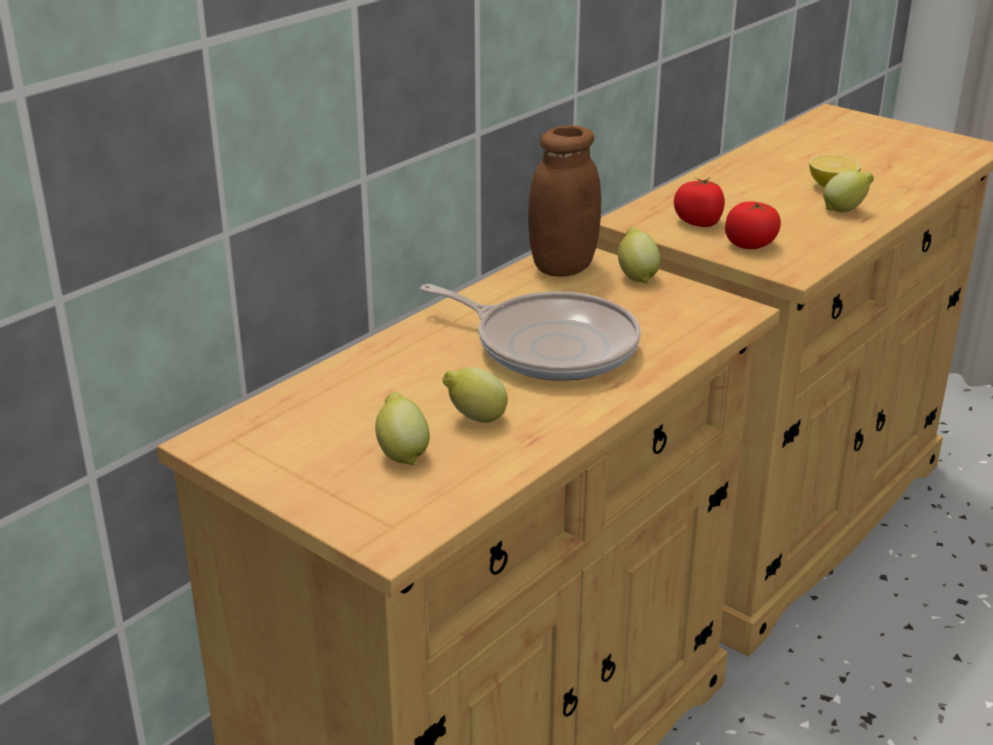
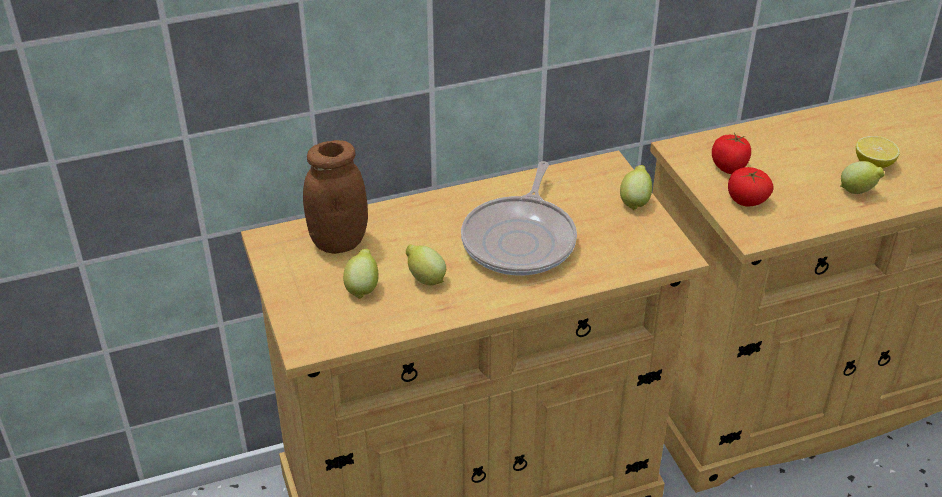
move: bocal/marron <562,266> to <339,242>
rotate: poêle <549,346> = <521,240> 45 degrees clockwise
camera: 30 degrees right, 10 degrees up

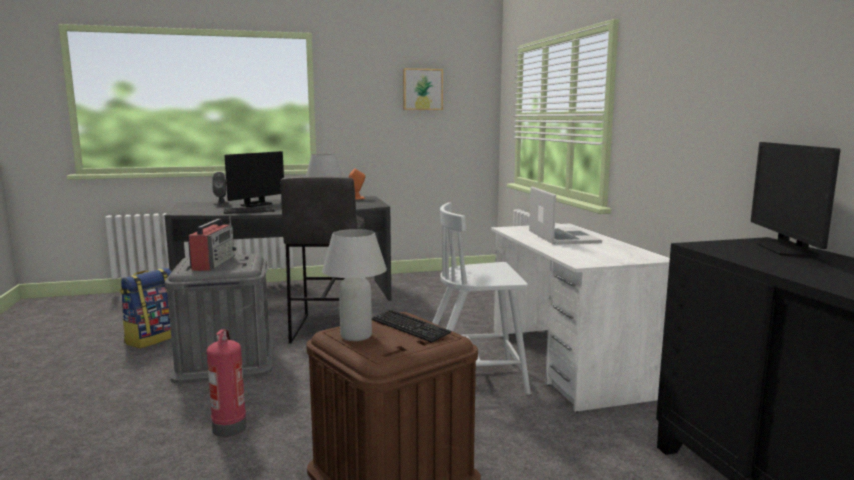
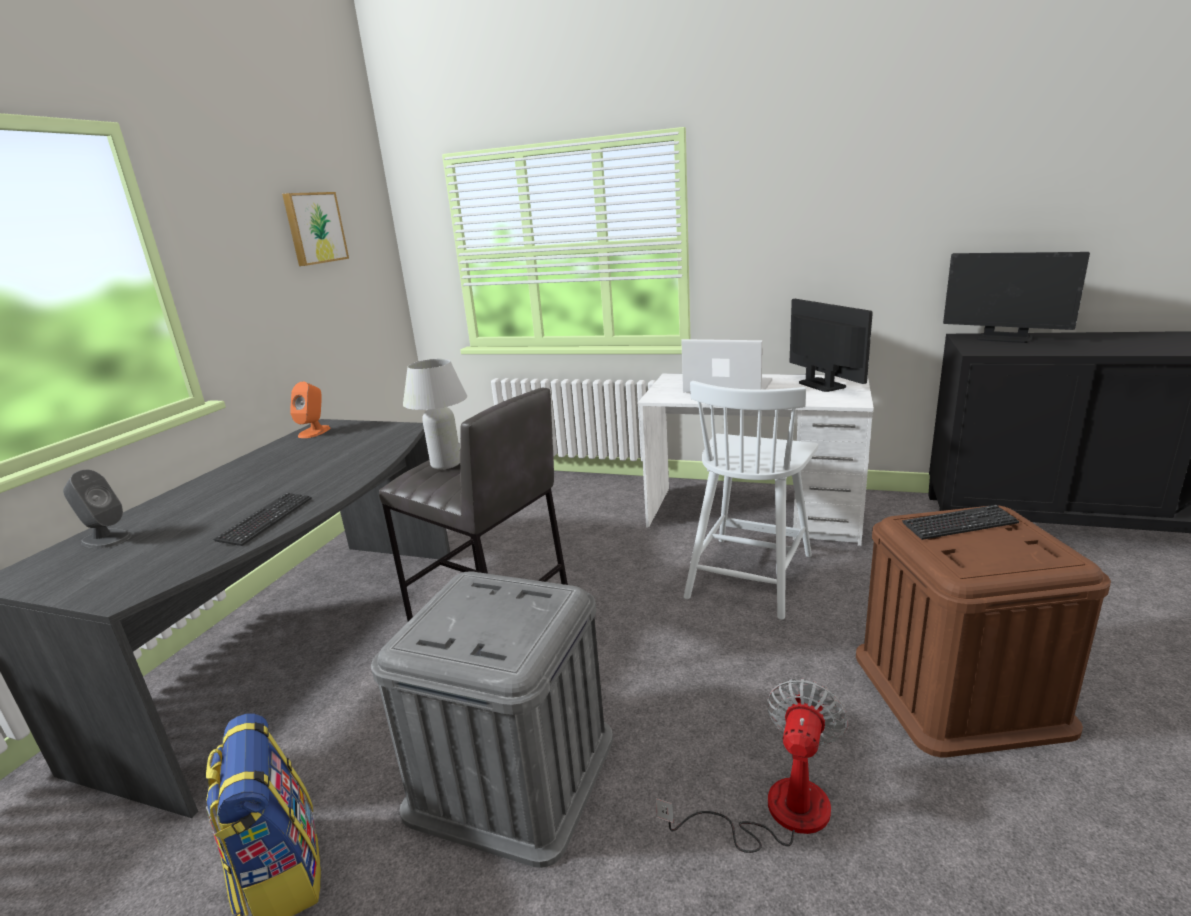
delete: radio <214,263>; lampe de table/blanc <356,336>
move: écran d'ordinateur <256,204> to <821,385>
replace: extincteur <229,427> to ventilateur <776,812>
camera: 55 degrees left, 10 degrees up

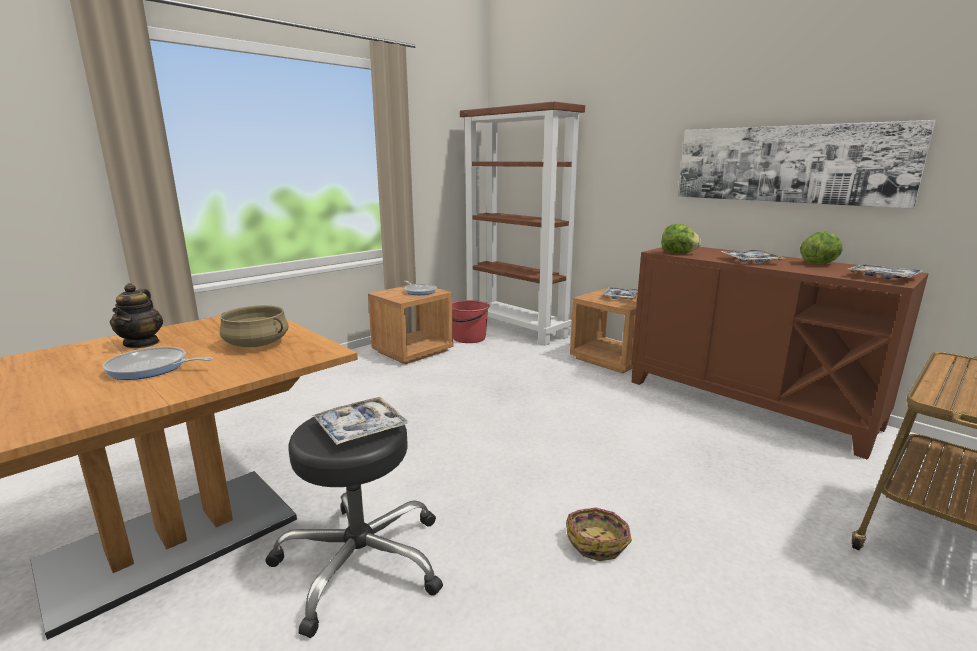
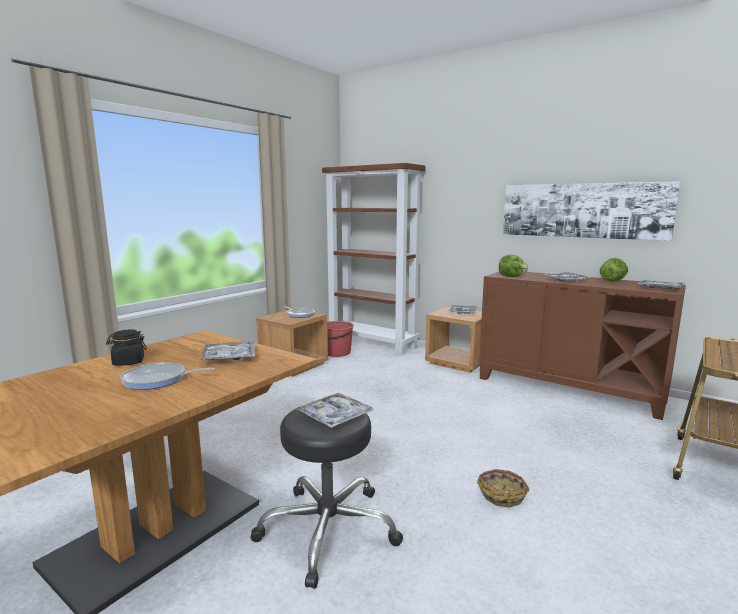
replace: théière <142,343> to bocal/noir <128,362>; marmite/beige <256,344> to plateau <229,357>
camera: 10 degrees left, 5 degrees down

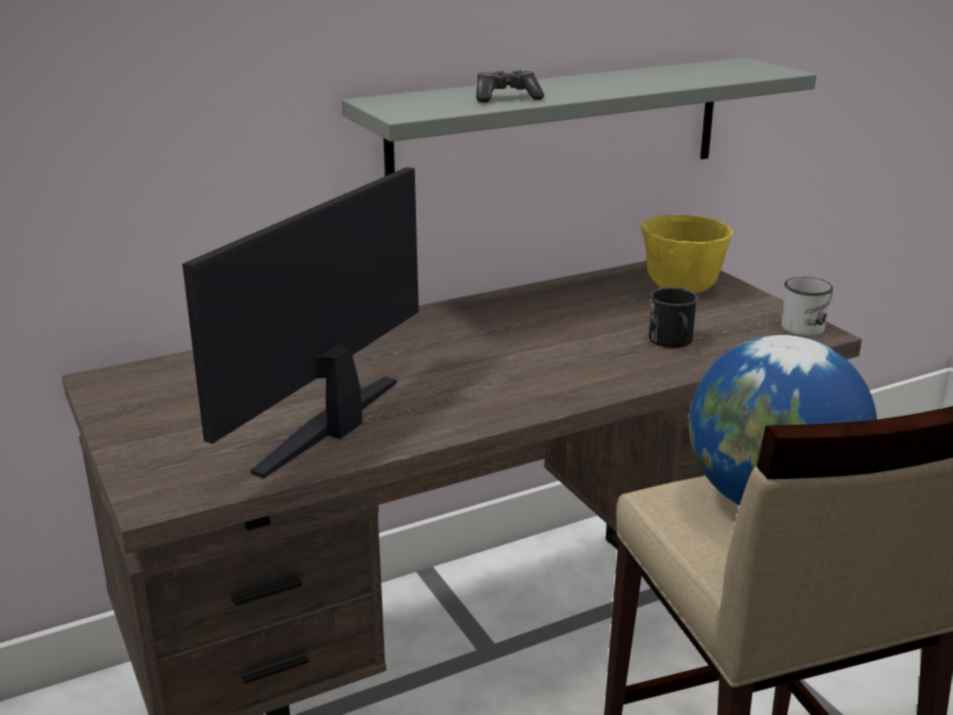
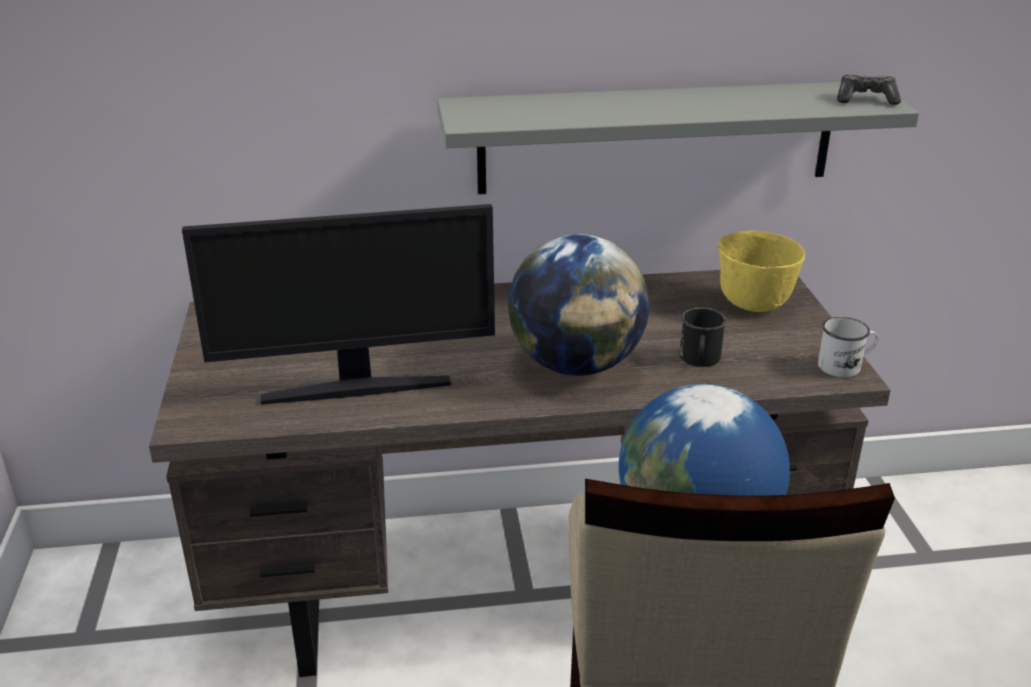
insert: globe <576,364>
move: manette <506,98> to <866,99>
rotate: écran d'ordinateur <335,426> = <356,387> 150 degrees counterclockwise
camera: 20 degrees right, 5 degrees up

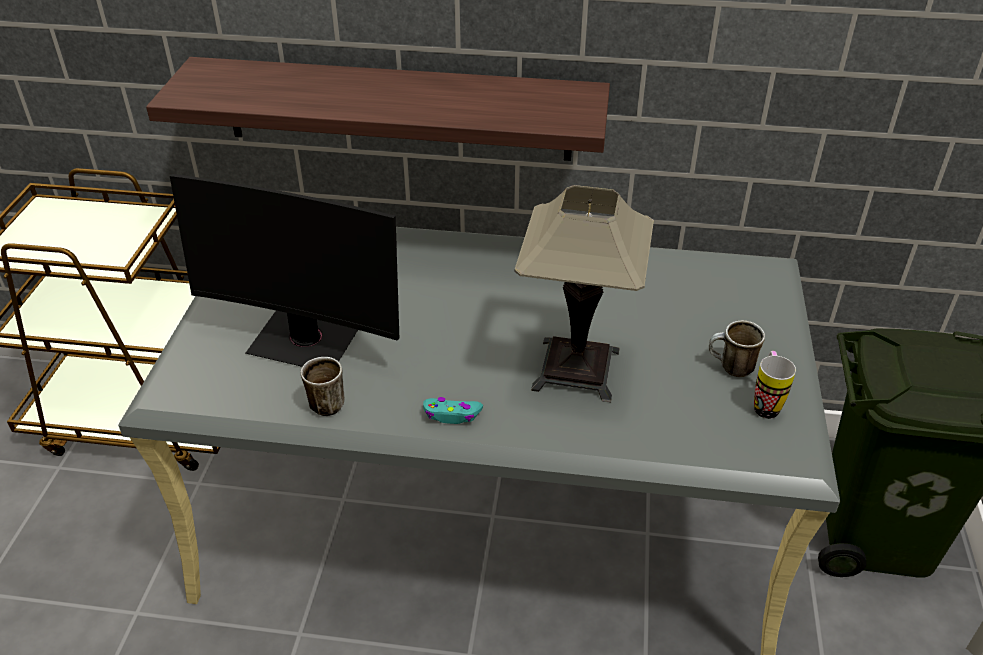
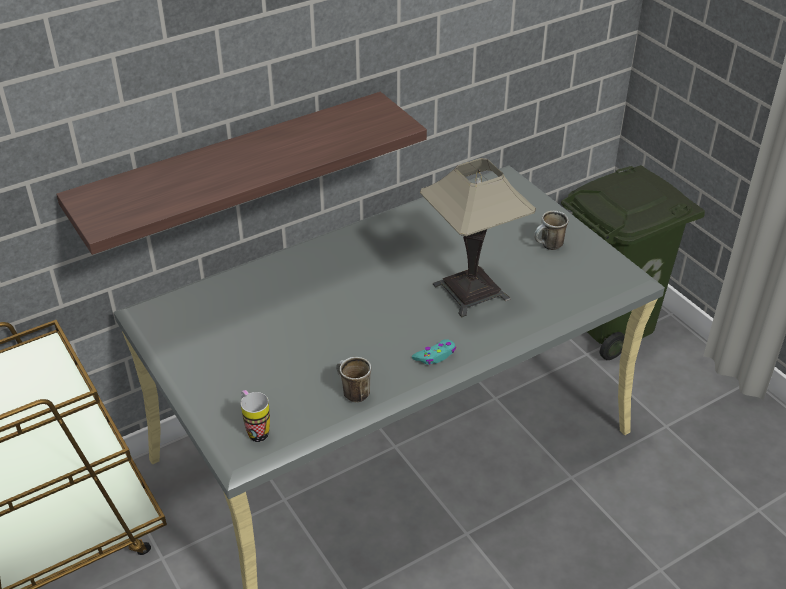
delete: écran d'ordinateur <305,341>
move: mug <765,404> to <255,430>
camera: 40 degrees left, 0 degrees up

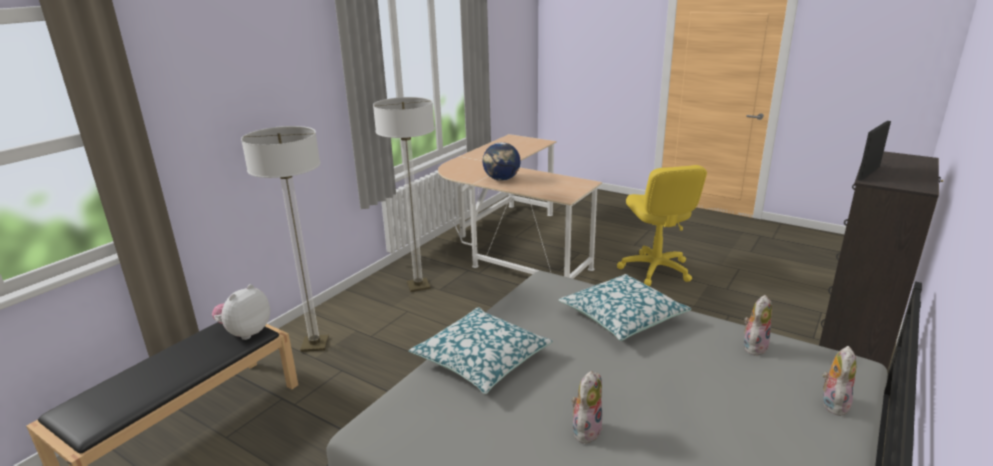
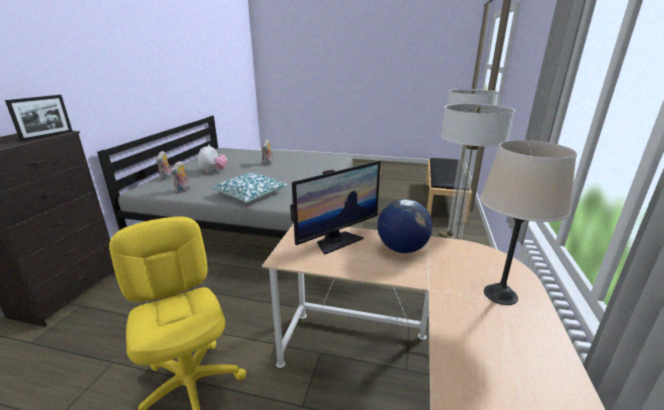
delete: coussin <482,359>
insert: écran d'ordinateur <336,241>; lampe de table/beige <500,295>
move: peluche <245,332> to <213,171>
camera: 160 degrees right, 0 degrees up

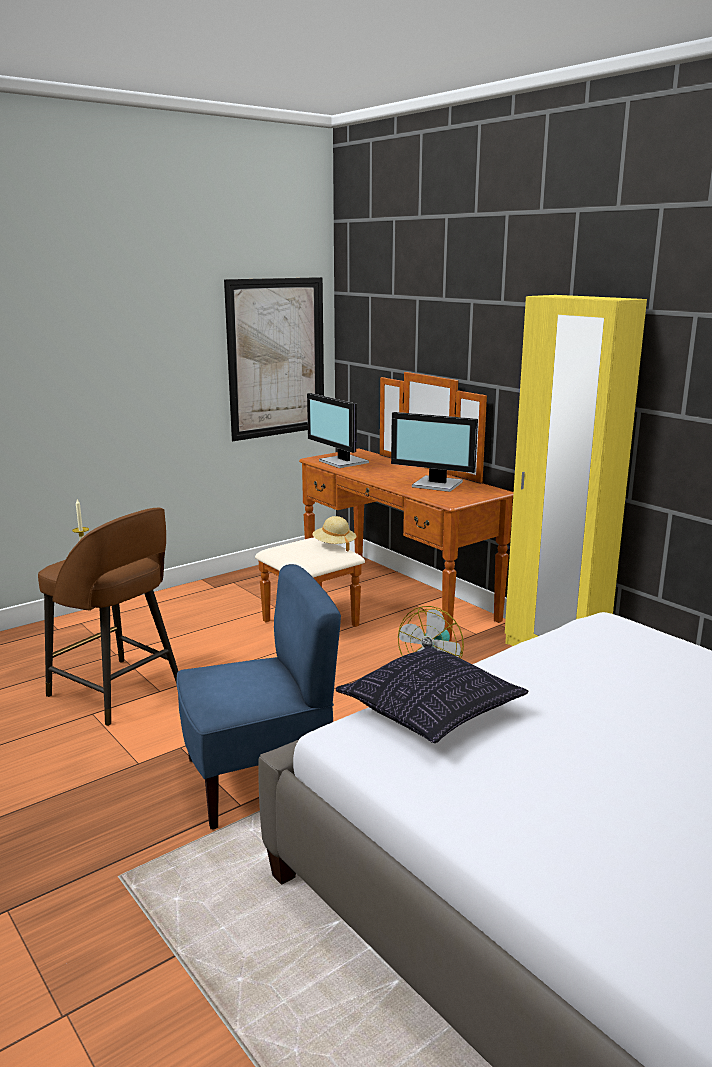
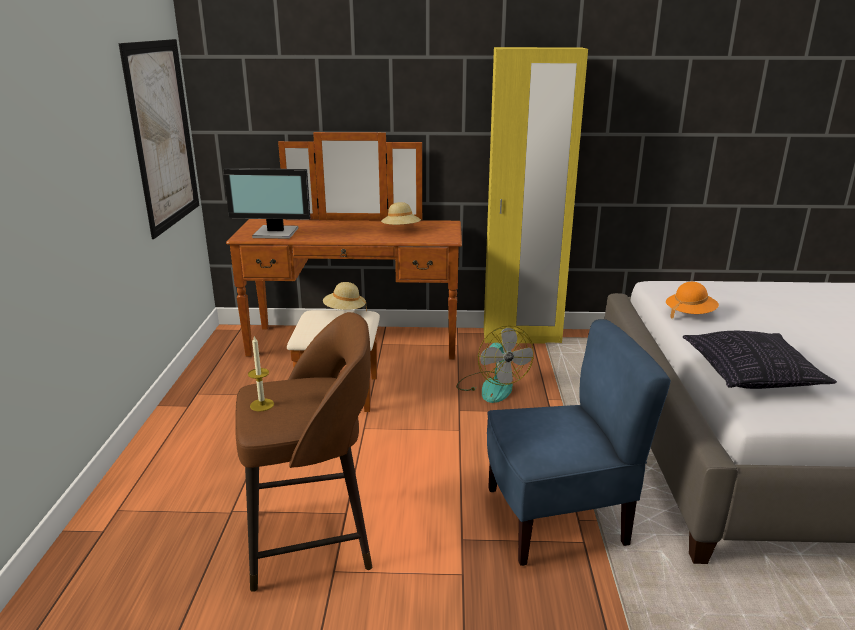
insert: chapeau/orange <689,314>
replace: écran d'ordinateur <437,485> to chapeau/beige <401,230>
rotate: chaise/bleu <258,780> = <556,518> 60 degrees clockwise
camera: 50 degrees left, 5 degrees up

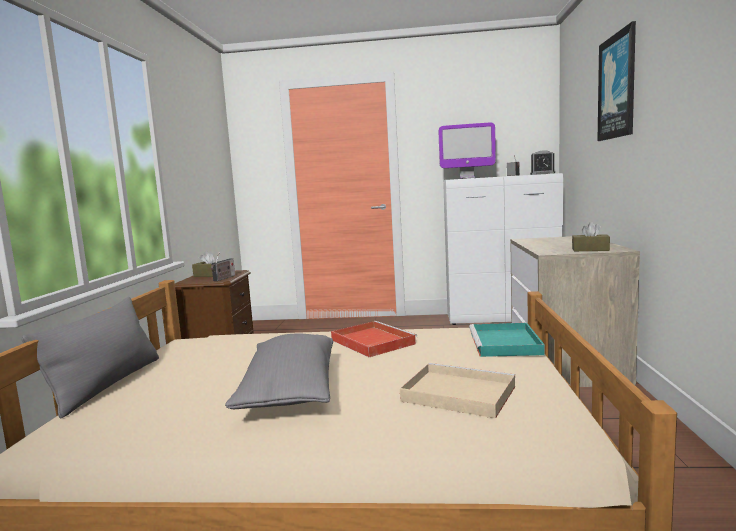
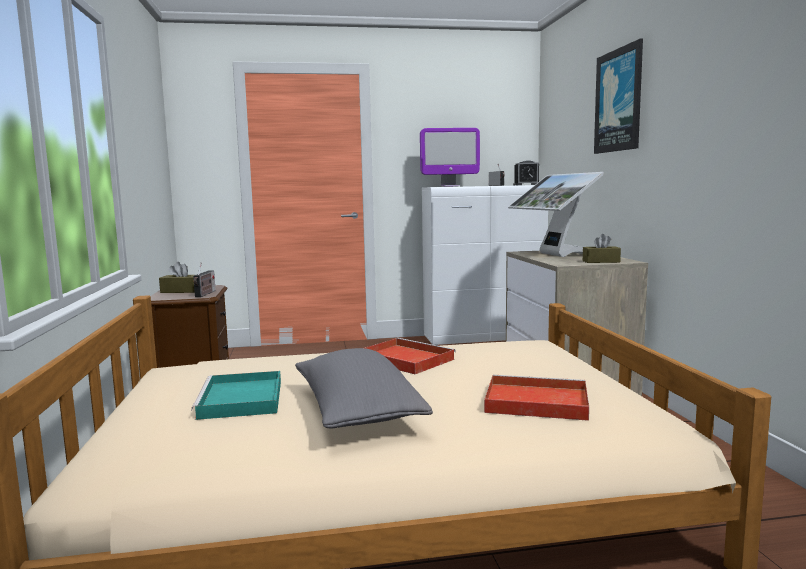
delete: coussin/gris <107,384>
insert: écran d'ordinateur <553,255>
move: plateau/turquoise <505,344> to <242,400>
recolor: plateau/beige <456,393> to plateau/rouge <534,402>
camera: 15 degrees left, 0 degrees up

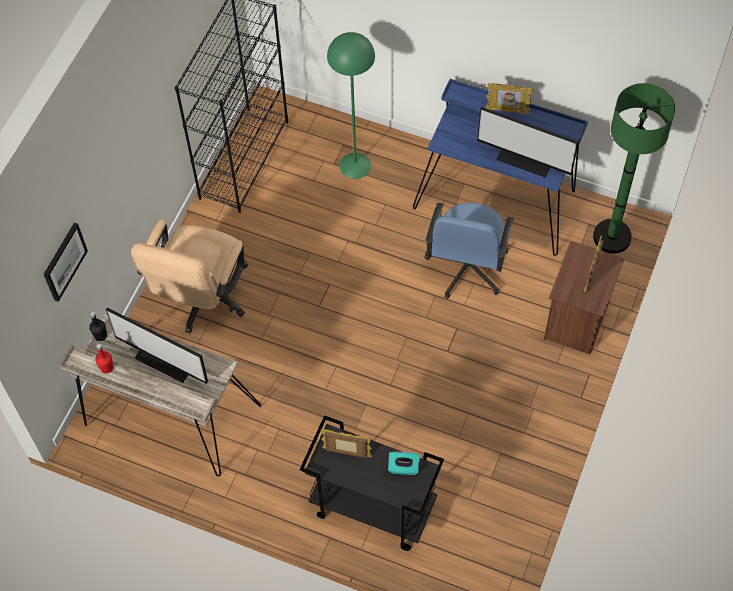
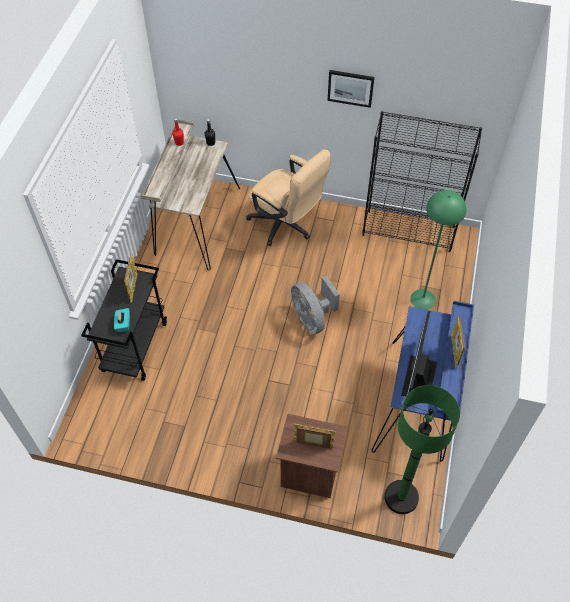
delete: écran d'ordinateur <167,358>; chaise de bureau/bleu <466,267>
insert: ventilateur/gris <312,318>
move: tableau <64,261> to <350,88>
rotate: chaise de bureau/beige <202,300> = <286,225> 150 degrees counterclockwise
camera: 80 degrees right, 5 degrees down

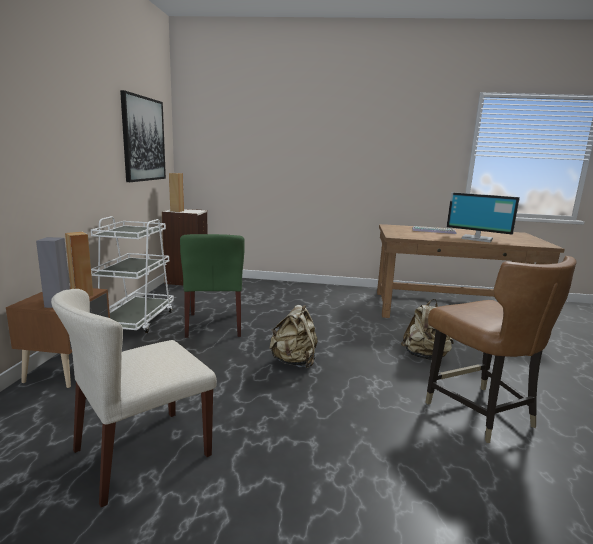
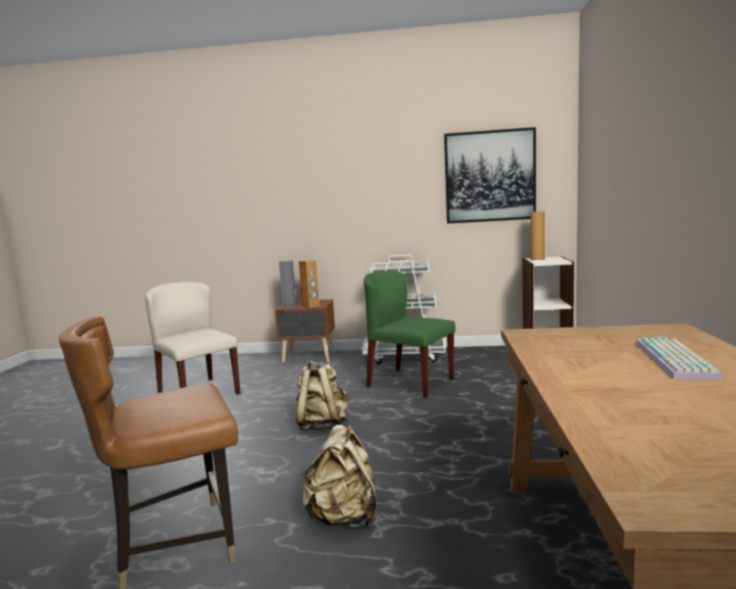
delete: écran d'ordinateur <477,239>
rotate: chaise/vert <214,325> = <409,382> 45 degrees clockwise
camera: 90 degrees right, 5 degrees down

